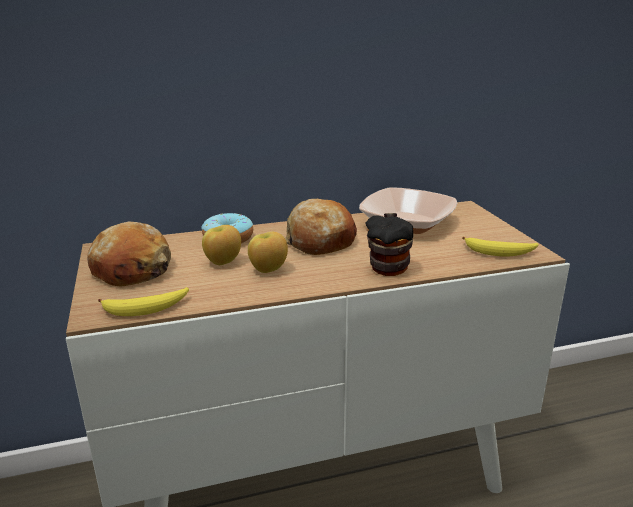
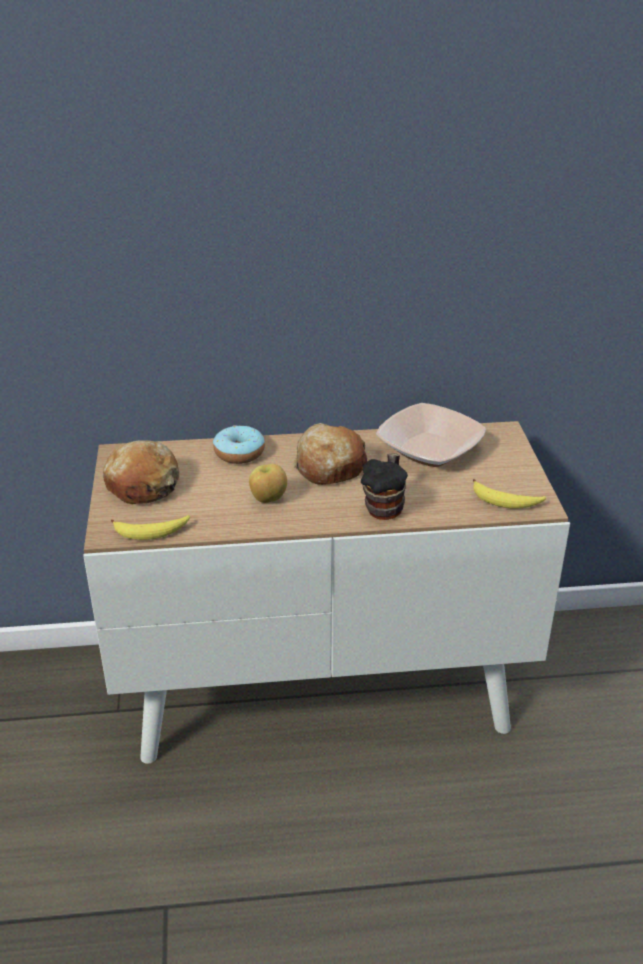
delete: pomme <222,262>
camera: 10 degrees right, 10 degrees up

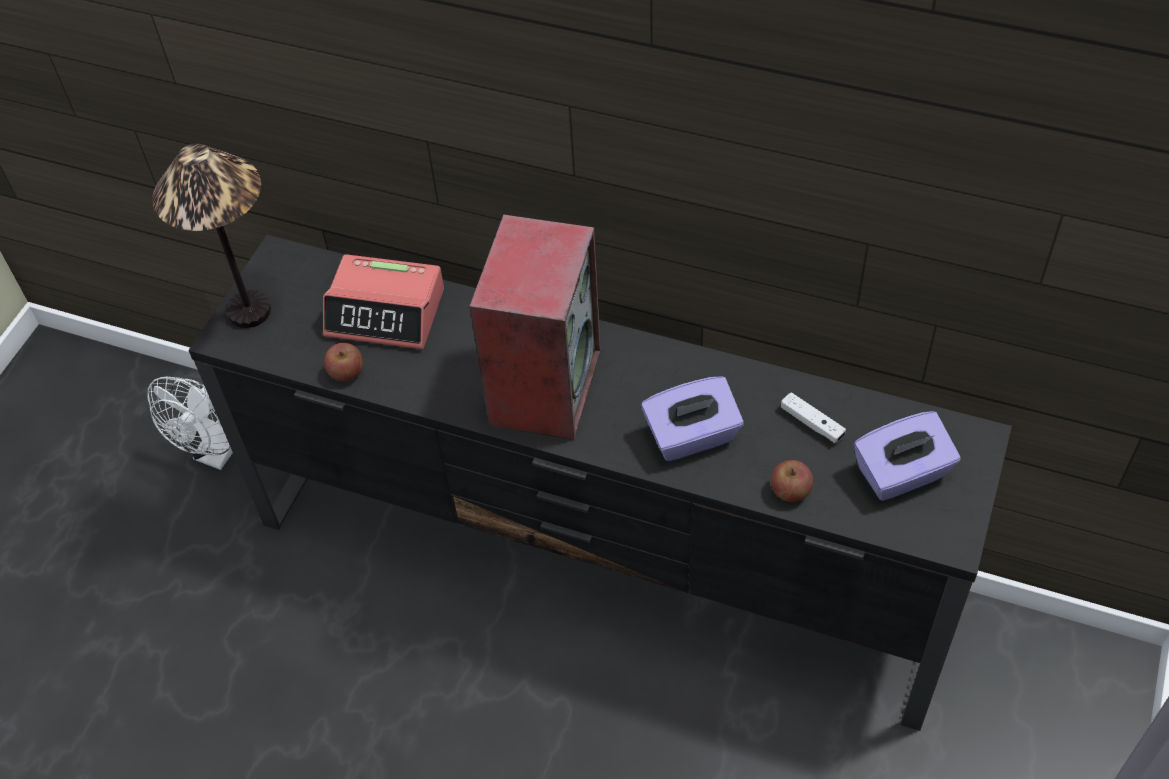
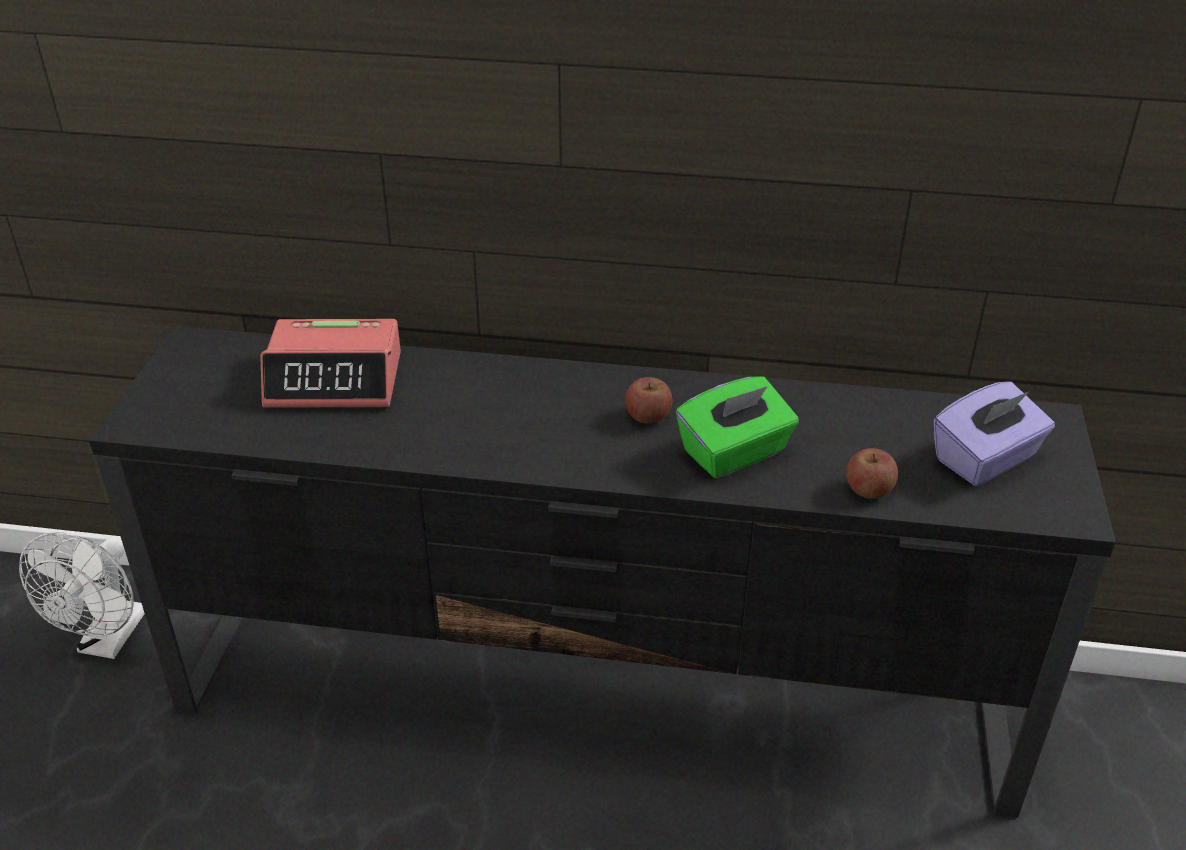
delete: lampe de table <250,312>; enceinte <544,385>; manette/blanc <812,423>
move: pomme <346,372> to <648,416>
recolor: boîte à mouchoirs/violet <692,437> to boîte à mouchoirs/vert <735,453>
camera: 15 degrees left, 15 degrees down

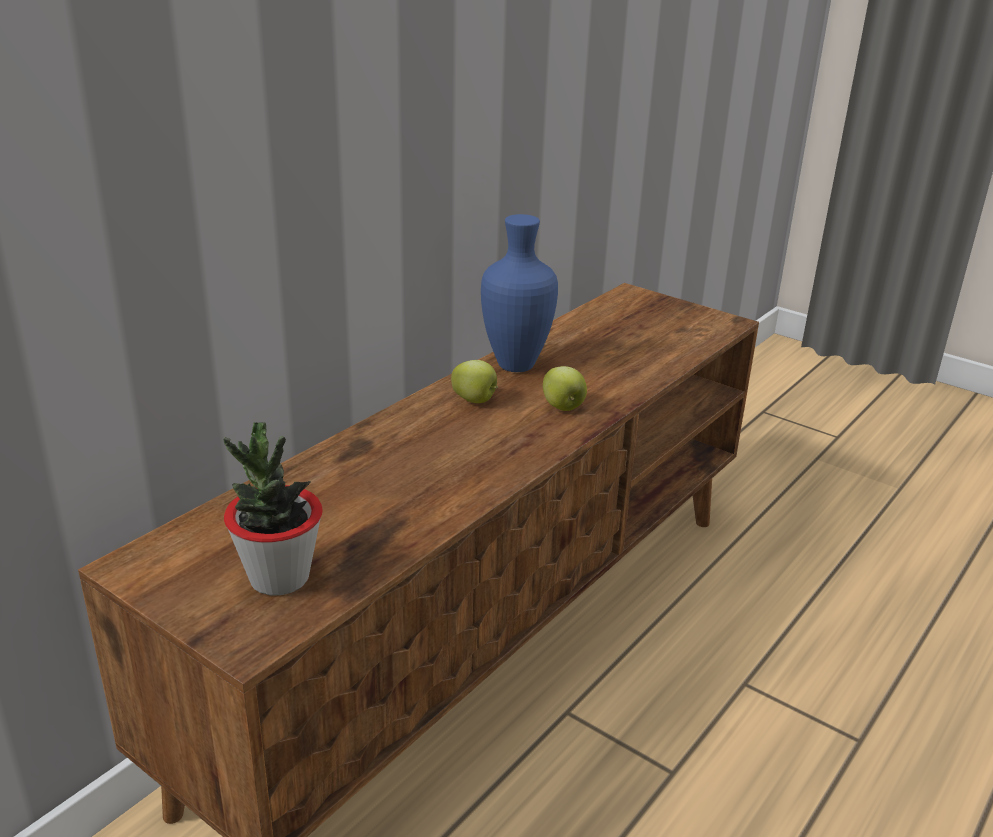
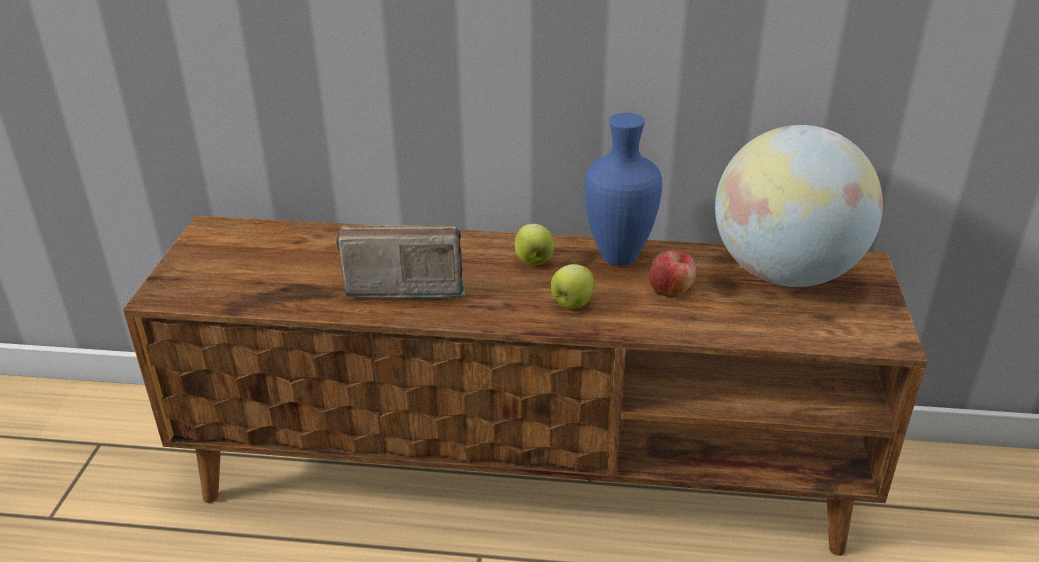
delete: plante en pot <279,578>
insert: radio <402,284>; pomme <670,289>; globe <785,273>
camera: 60 degrees right, 5 degrees up

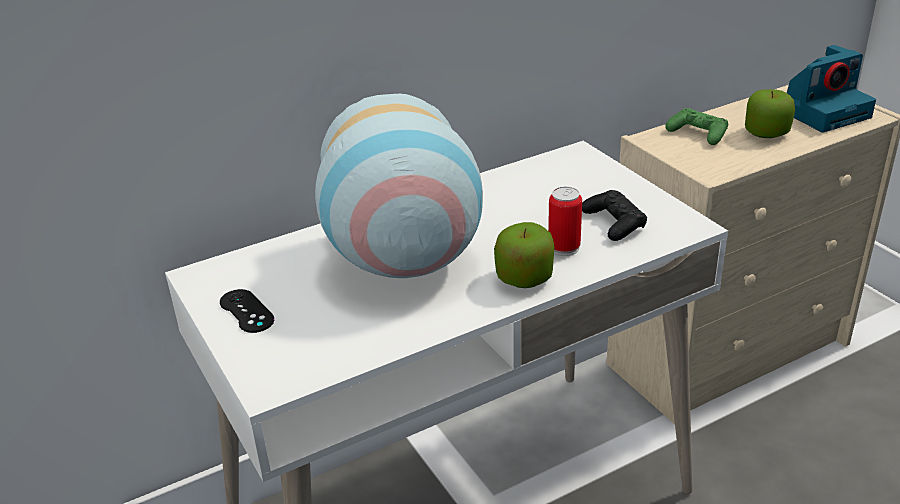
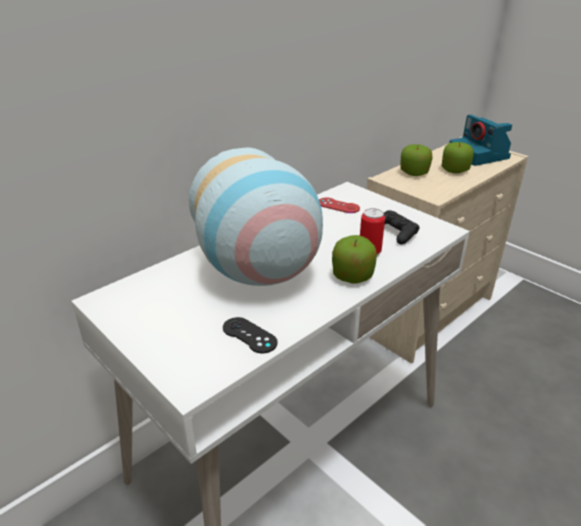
insert: manette/rouge <338,205>
move: manette/noir <246,311> to <249,335>
replace: manette/vert <698,133> to pomme <414,173>
rotate: appareil photo <821,111> = <479,155> 105 degrees clockwise
camera: 15 degrees left, 0 degrees up

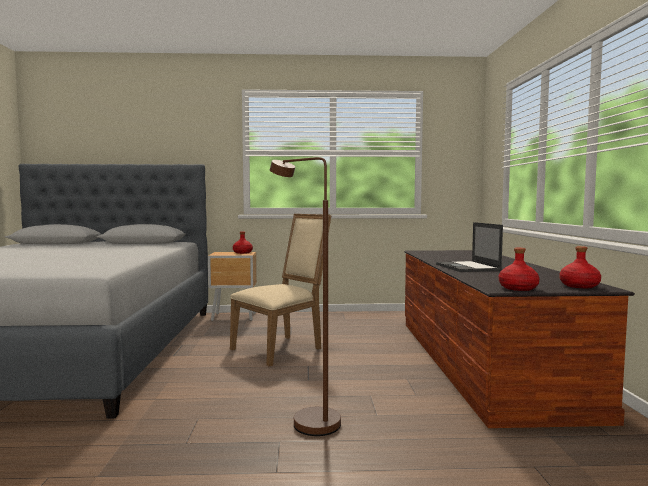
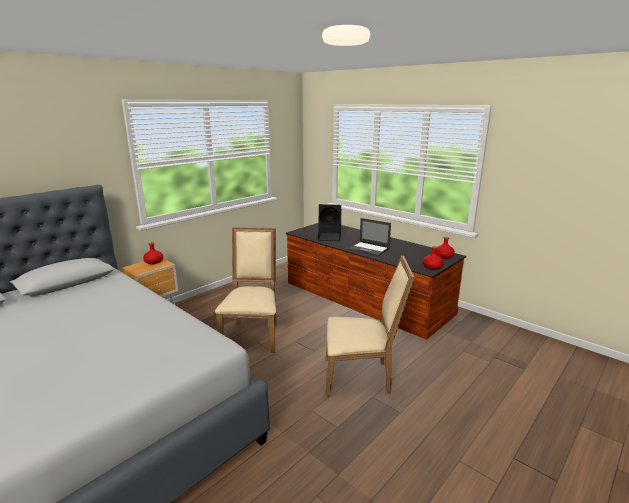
insert: enceinte/noir <330,237>
replace: lampadaire/marron <308,420> to chaise/beige <361,377>
camera: 45 degrees left, 15 degrees up

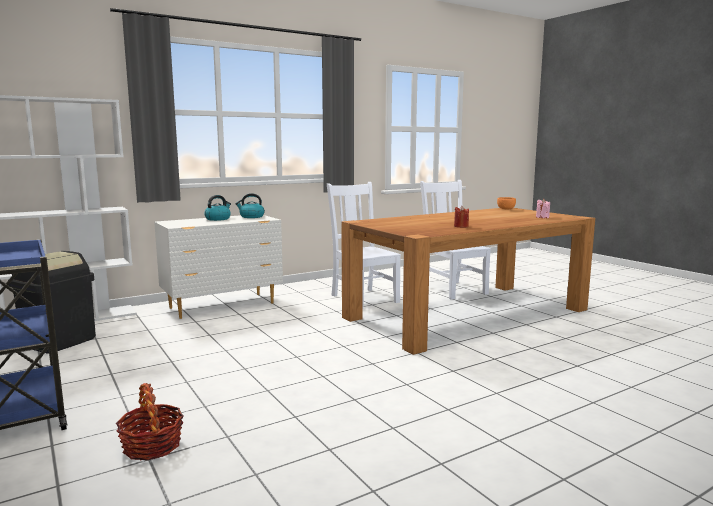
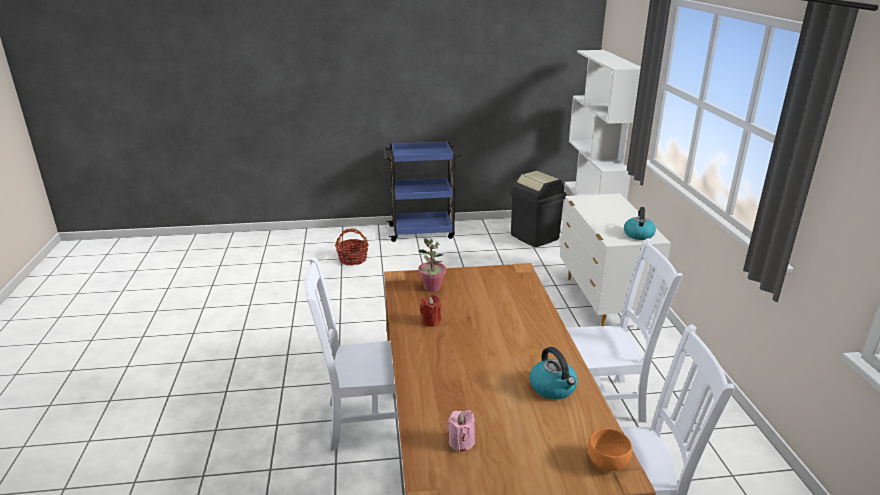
insert: chaise/blanc <368,421>; plante en pot <432,287>
move: bouilloire <218,219> to <553,388>
camera: 115 degrees right, 15 degrees up

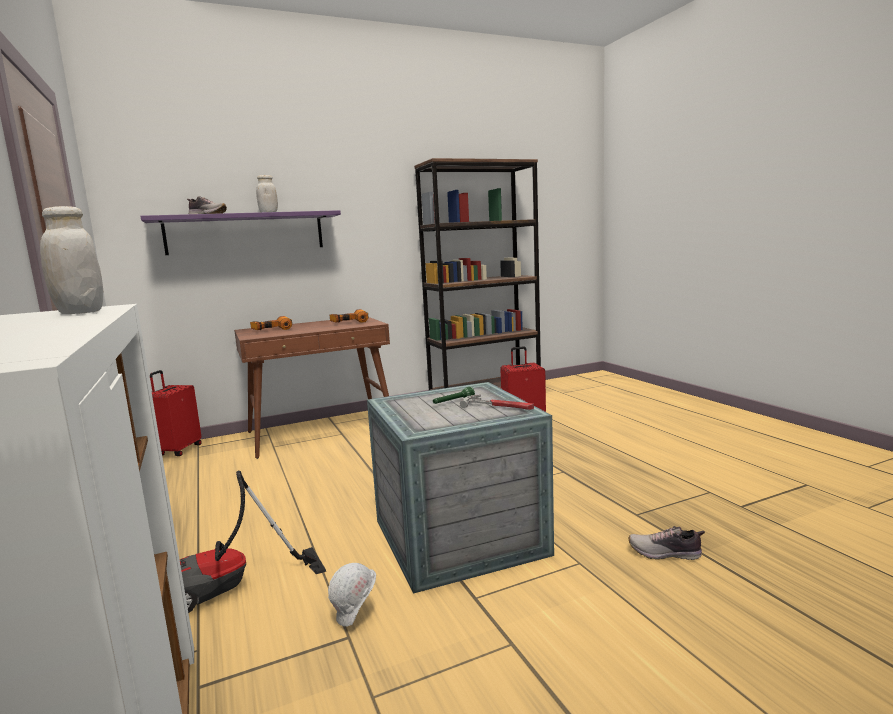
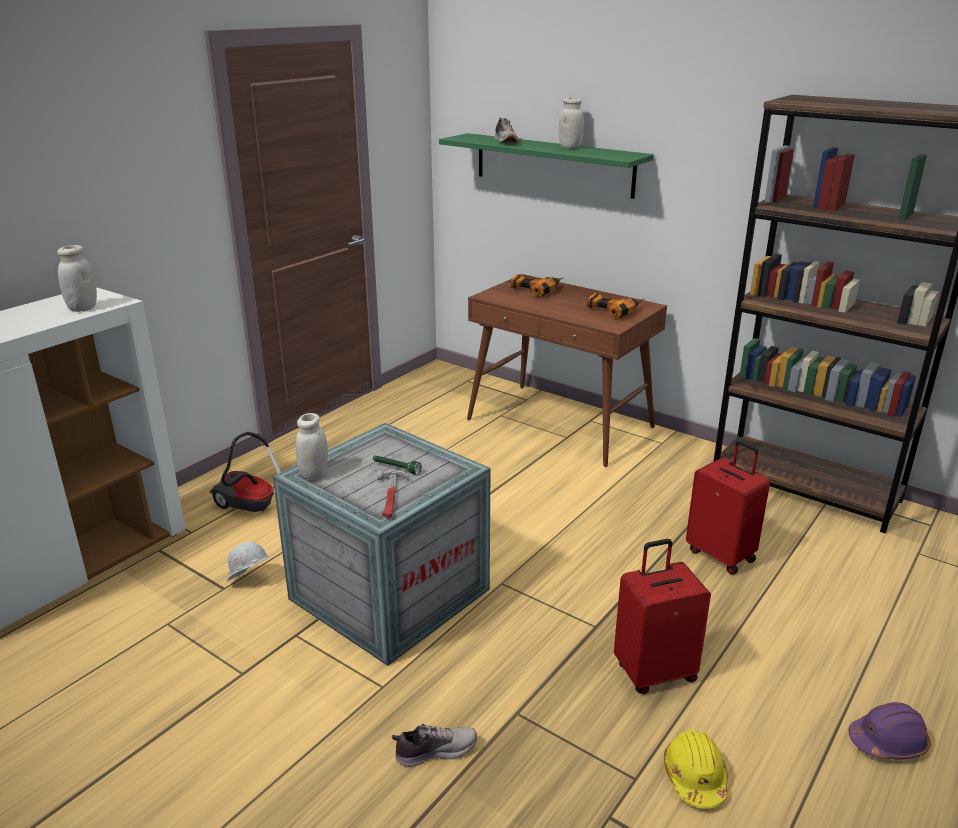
insert: bocal/blanc <314,474>; casque de chantier/jaune <694,777>; casque de chantier/violet <888,742>
move: valise/rouge <178,450> to <654,672>
recolor: étagère/violet <246,233> to étagère/vert <553,165>
rotate: chaussure <665,553> = <435,751> 90 degrees clockwise
camera: 60 degrees right, 15 degrees up

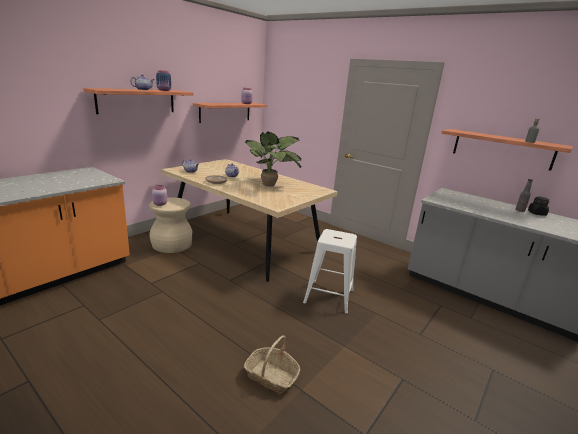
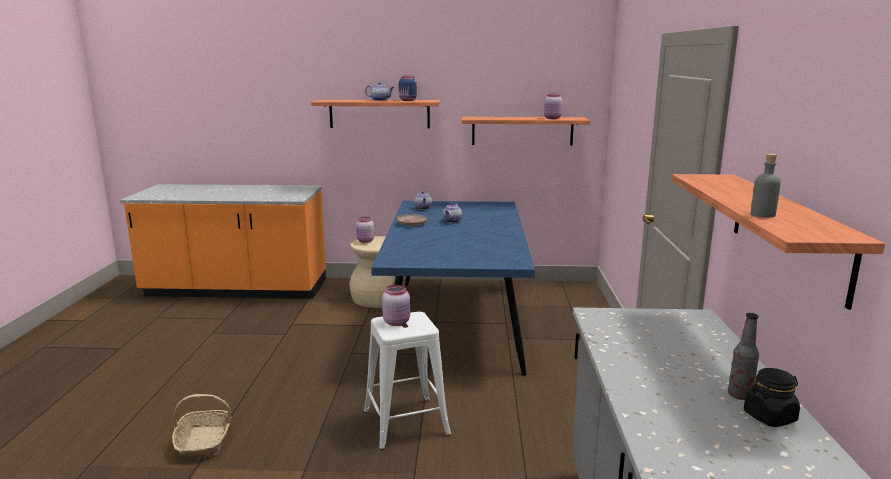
delete: plante en pot <271,184>
insert: bocal/rose <397,322>
recolor: table à manger/beige <244,240> to table à manger/bleu <456,323>
camera: 55 degrees right, 5 degrees down

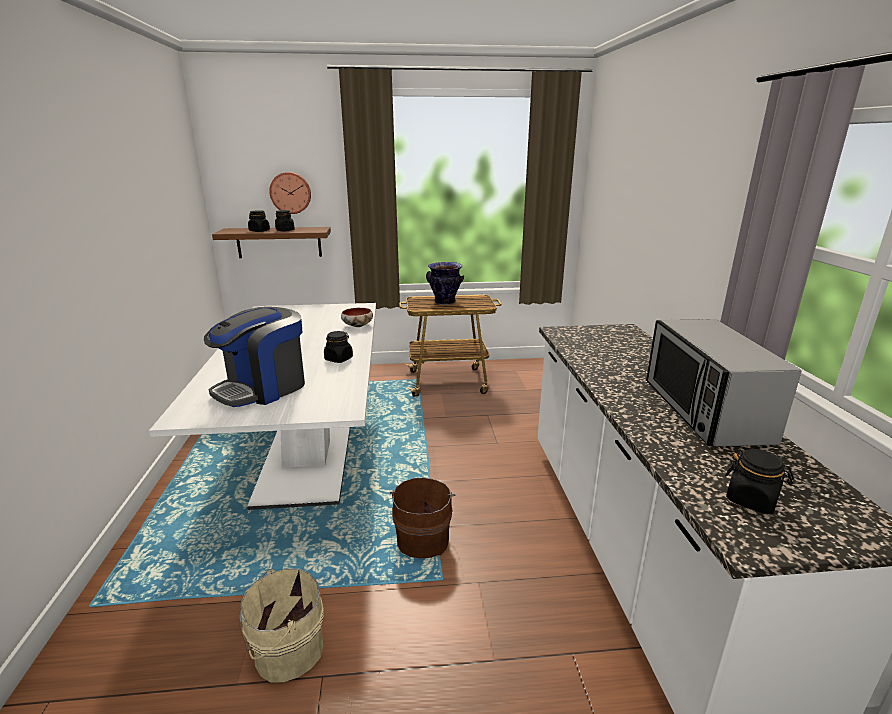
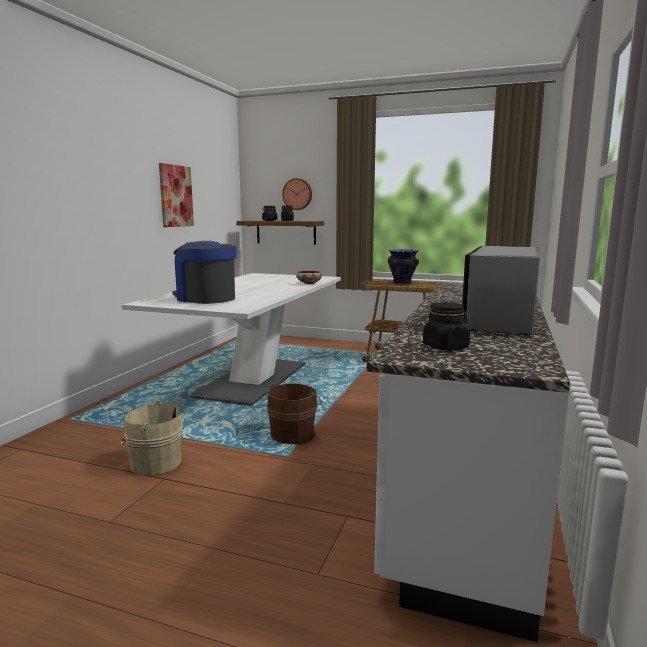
delete: bocal/noir <339,359>
insert: tableau <175,196>
rotate: machine à café <263,388> = <205,298> 60 degrees clockwise
camera: 25 degrees right, 10 degrees down

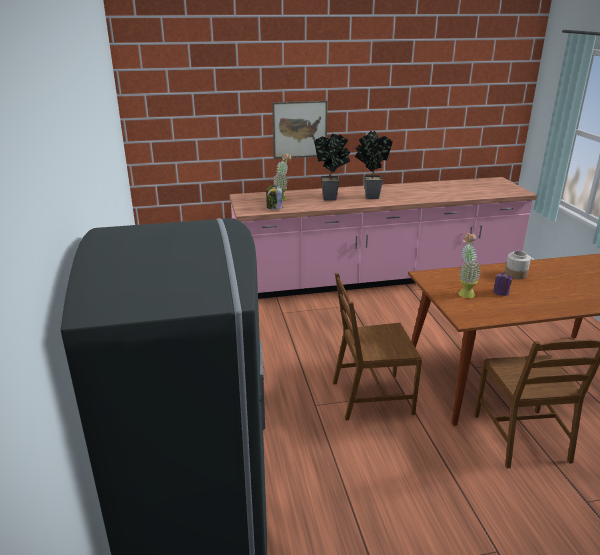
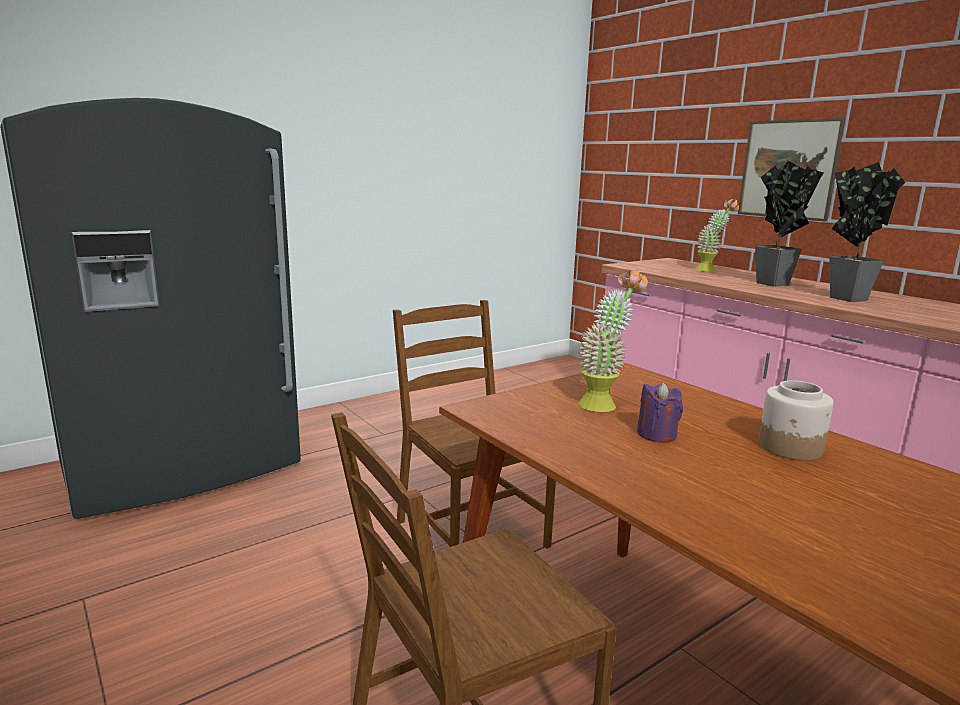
delete: bocal <274,208>
camera: 65 degrees right, 10 degrees down

